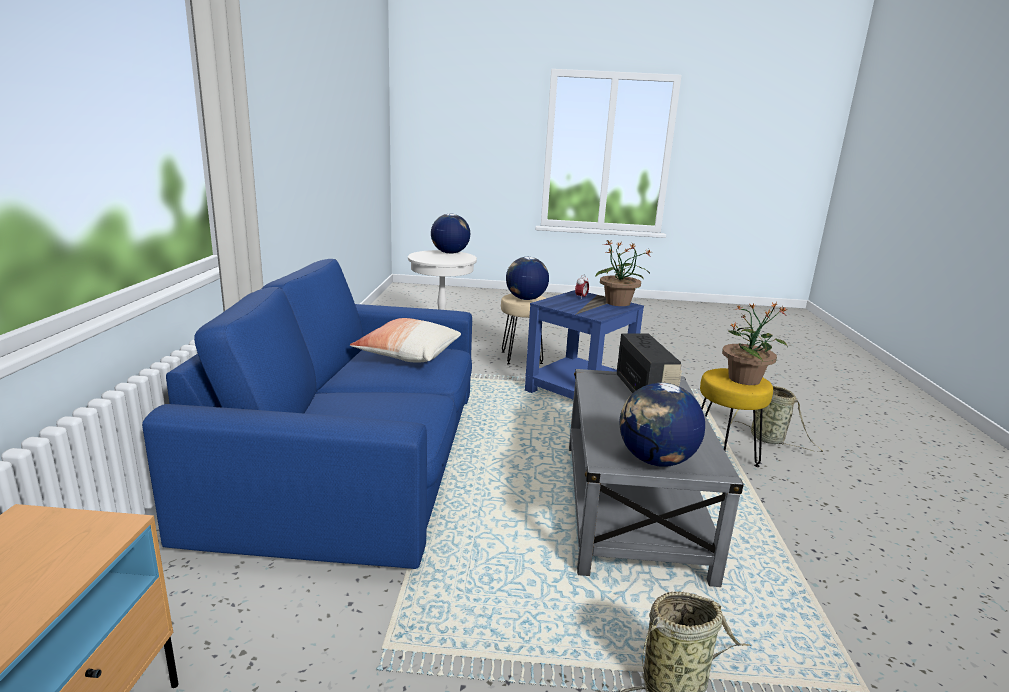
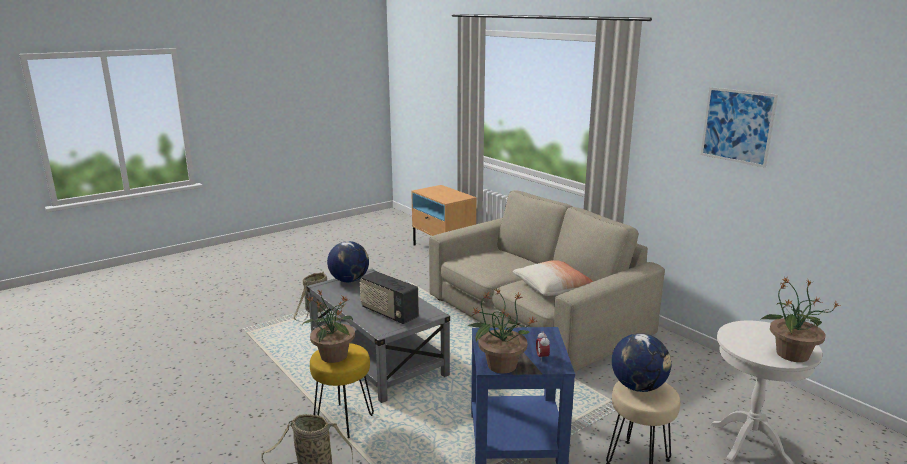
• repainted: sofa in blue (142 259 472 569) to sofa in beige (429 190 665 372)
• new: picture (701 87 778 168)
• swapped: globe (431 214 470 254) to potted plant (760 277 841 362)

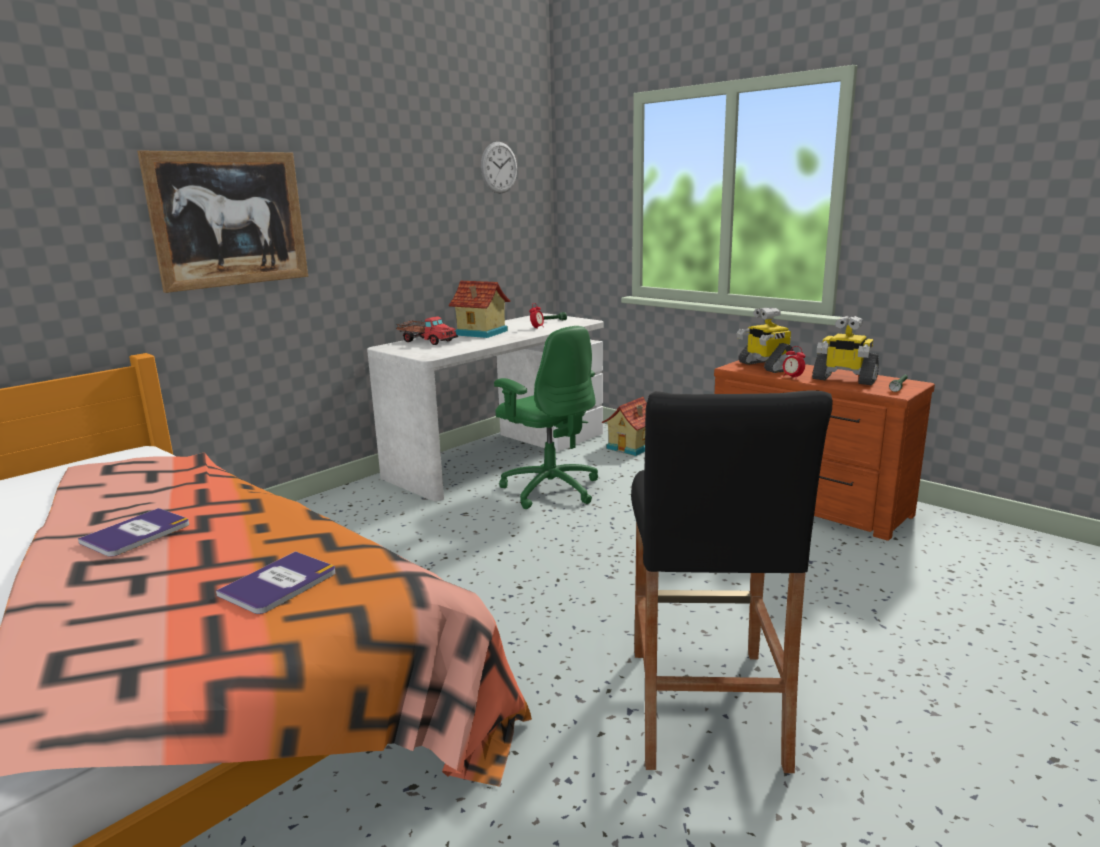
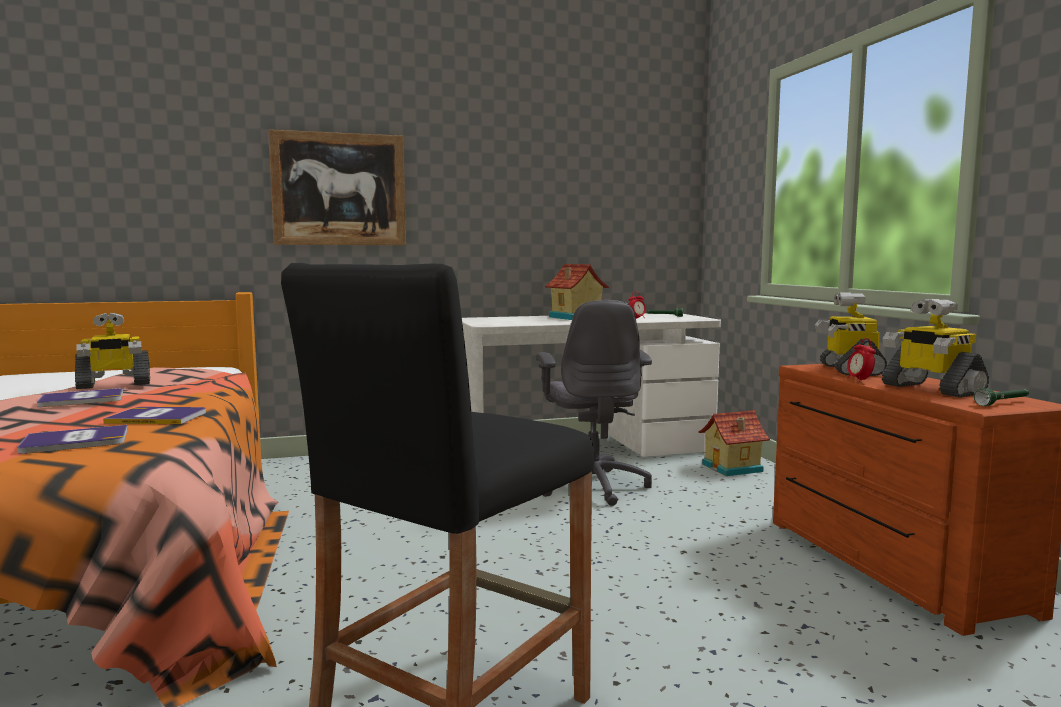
• new: toy robot (75 313 150 389)
• new: book (103 407 206 424)
• repainted: office chair in green (494 326 598 509) to office chair in grey (536 300 652 506)
• gone: toy truck (396 316 458 345)
• gone: wall clock (481 142 517 194)

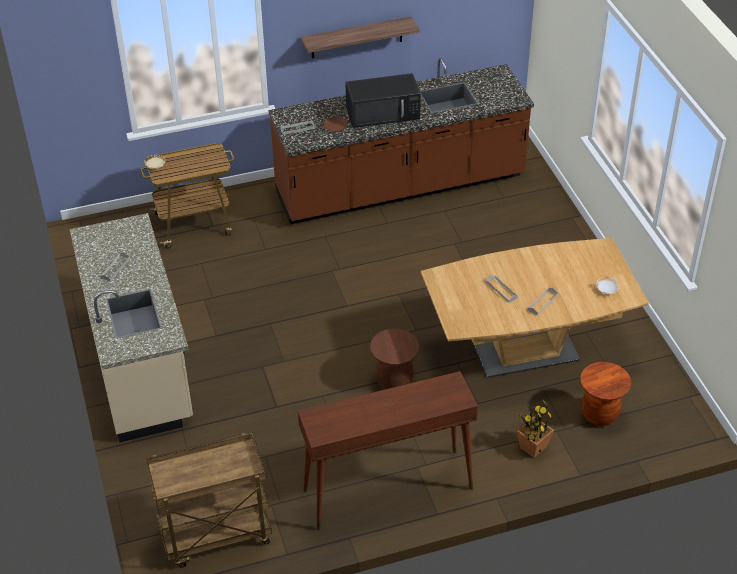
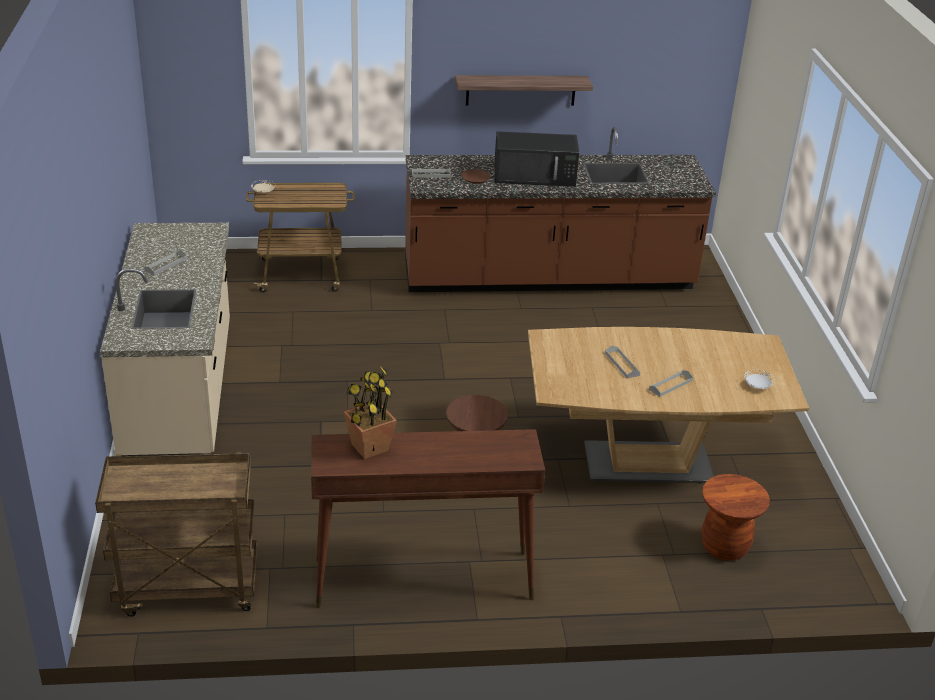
• shifted: potted plant (516 400 554 458) to (343 365 397 459)

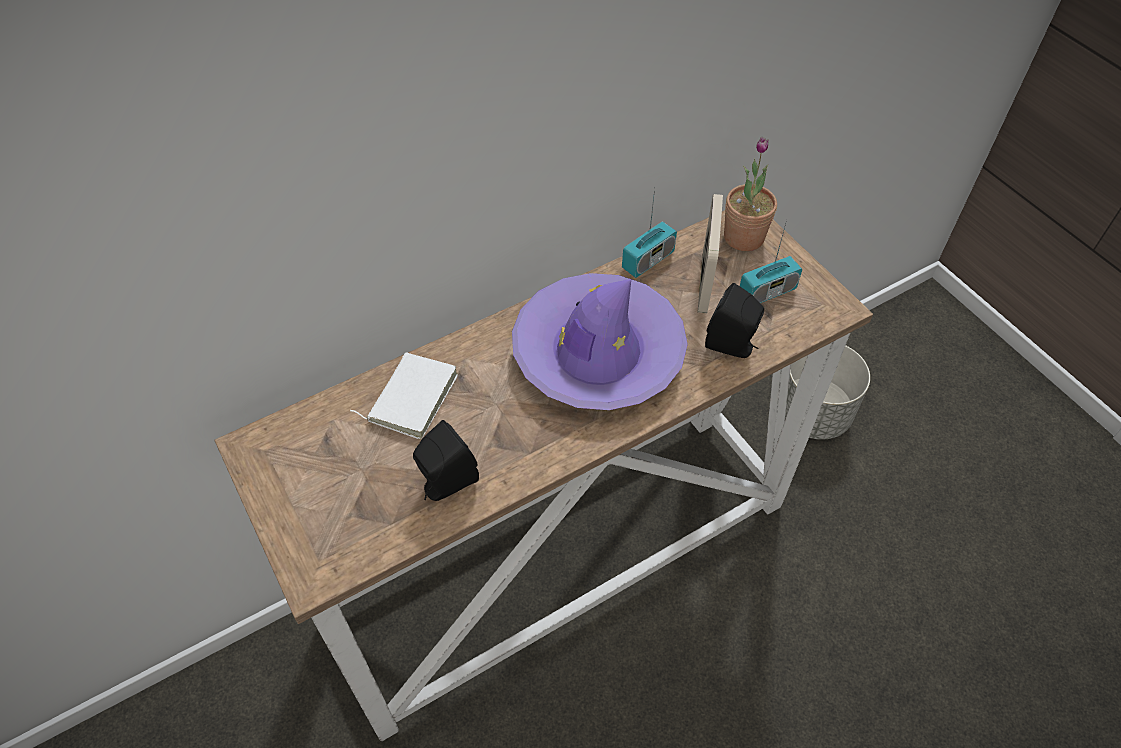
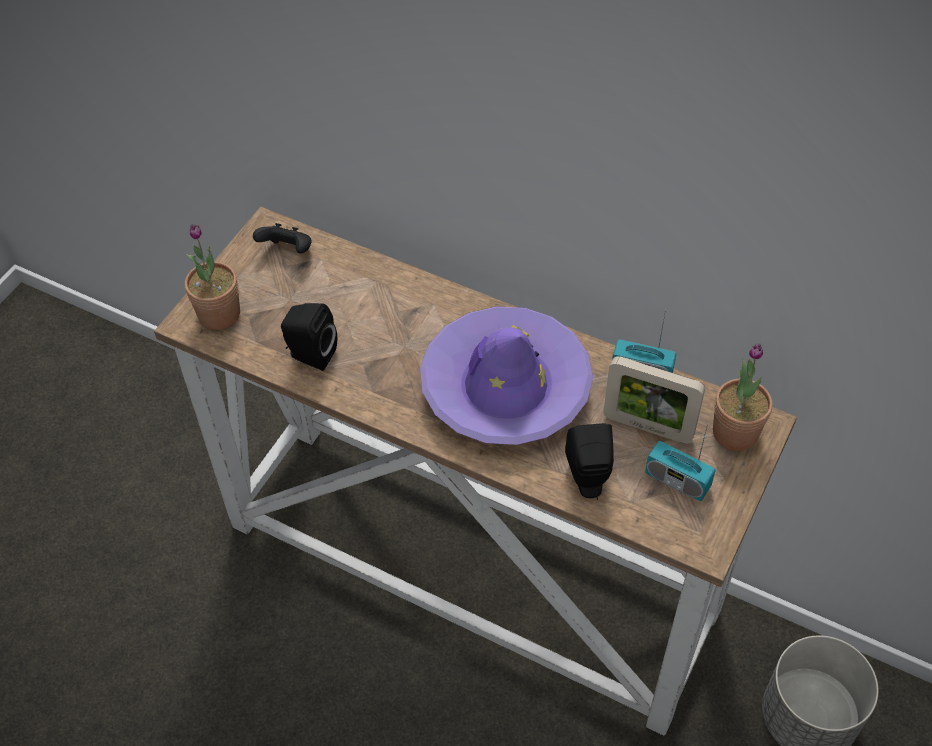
• new: potted plant (185 224 240 330)
• new: game controller in black (253 223 312 254)
• rotated: picture frame (698 194 723 313) = (603 356 705 444) 45 degrees clockwise
• gone: book in white (350 353 458 440)

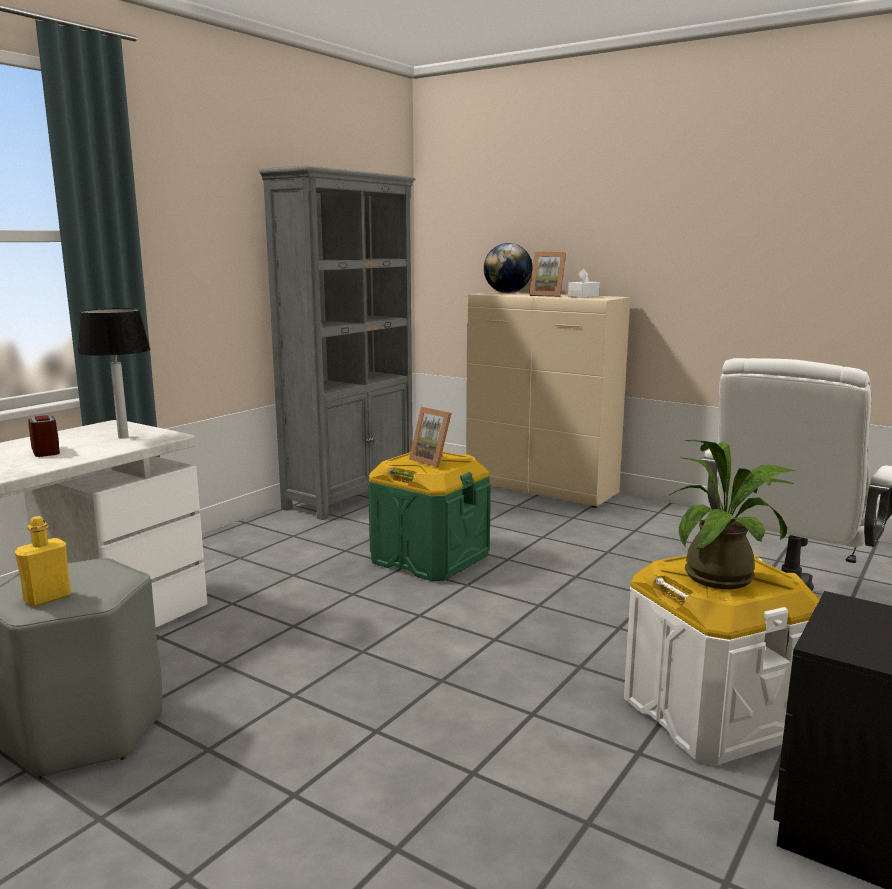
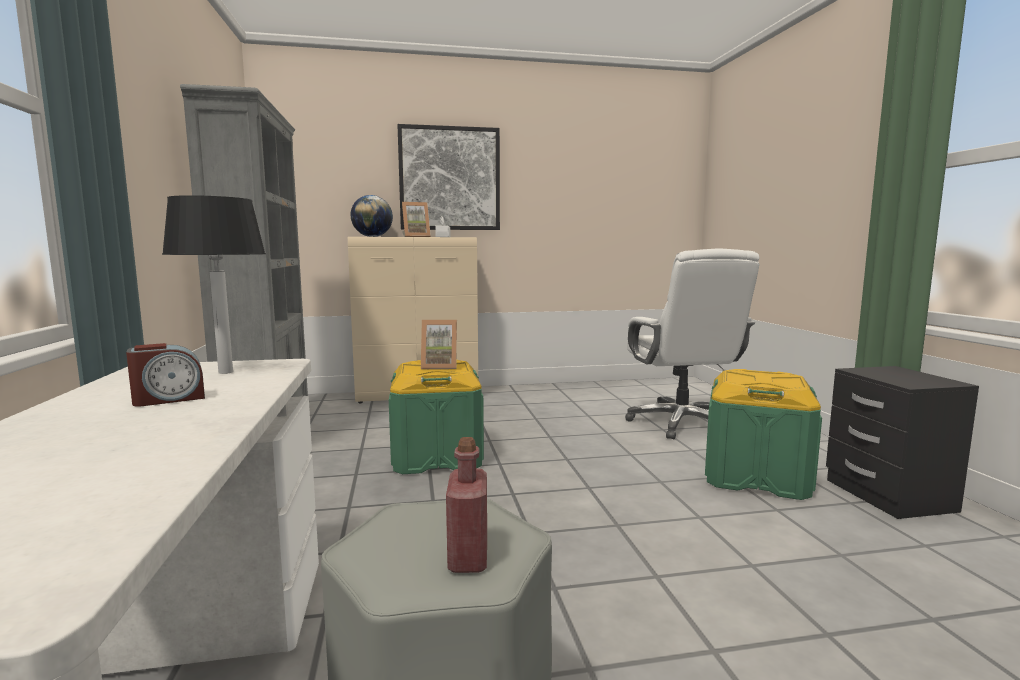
• rotated: alarm clock (28 415 60 457) = (126 343 205 407) 135 degrees clockwise
• new: picture (397 124 500 230)
• repainted: bottle in yellow (15 516 71 607) to bottle in red (446 437 487 573)
• repainted: storage box in white (624 554 820 765) to storage box in green (705 369 822 500)
• gone: potted plant (669 440 794 589)

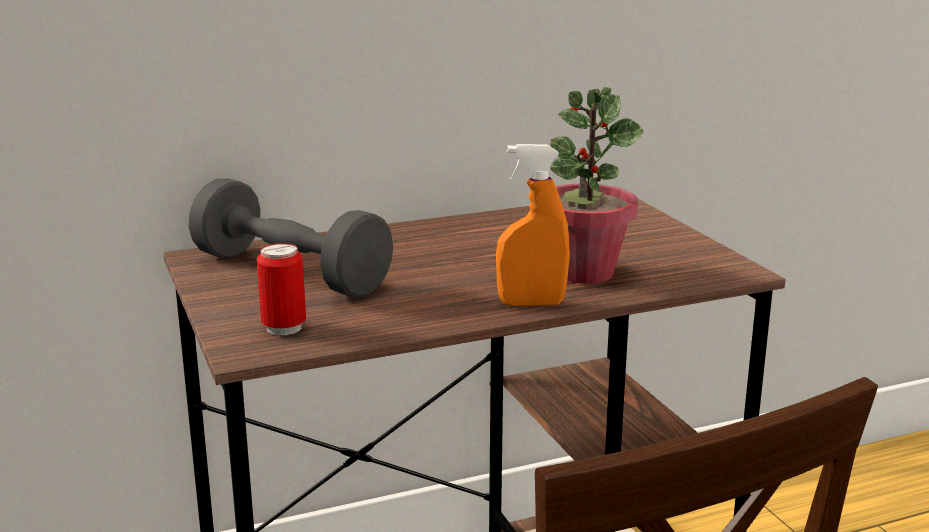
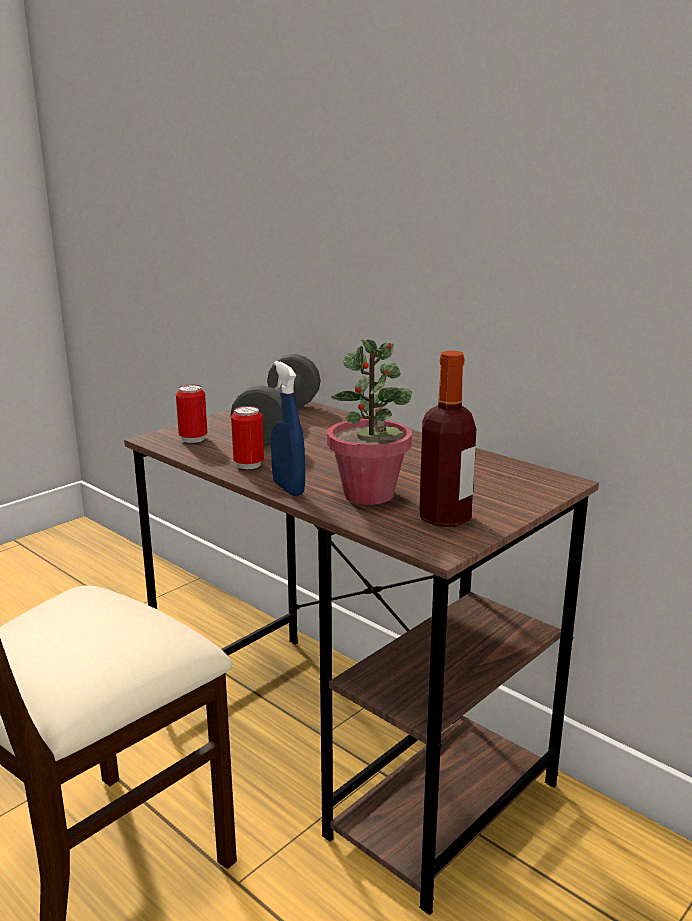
• new: can (231 406 264 469)
• repainted: spray bottle in orange (496 144 570 306) to spray bottle in blue (271 361 305 496)
• new: bottle (419 351 476 527)

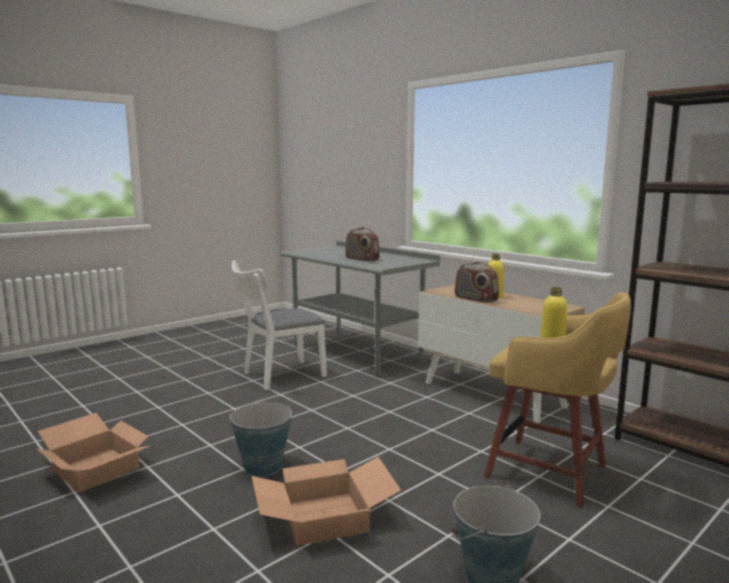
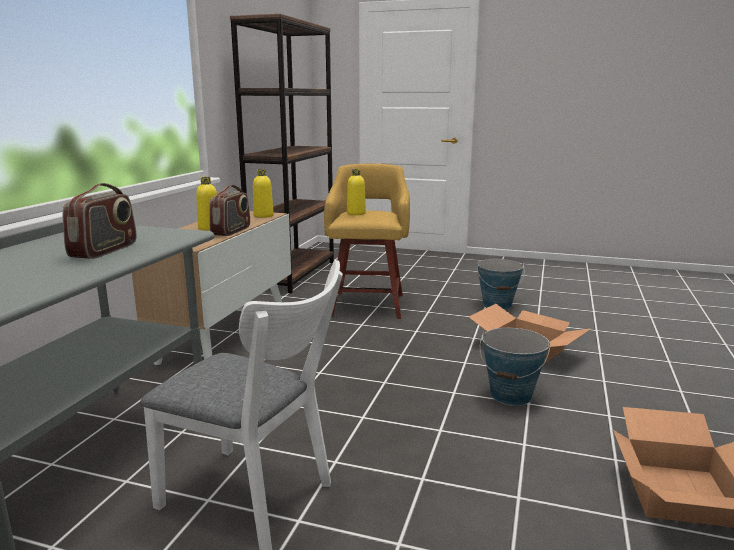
• new: bottle in yellow (253 169 274 218)

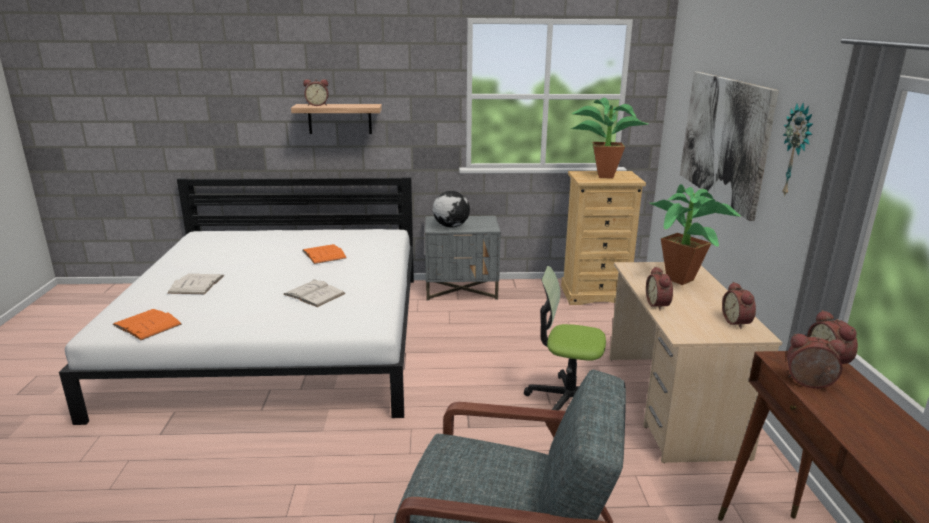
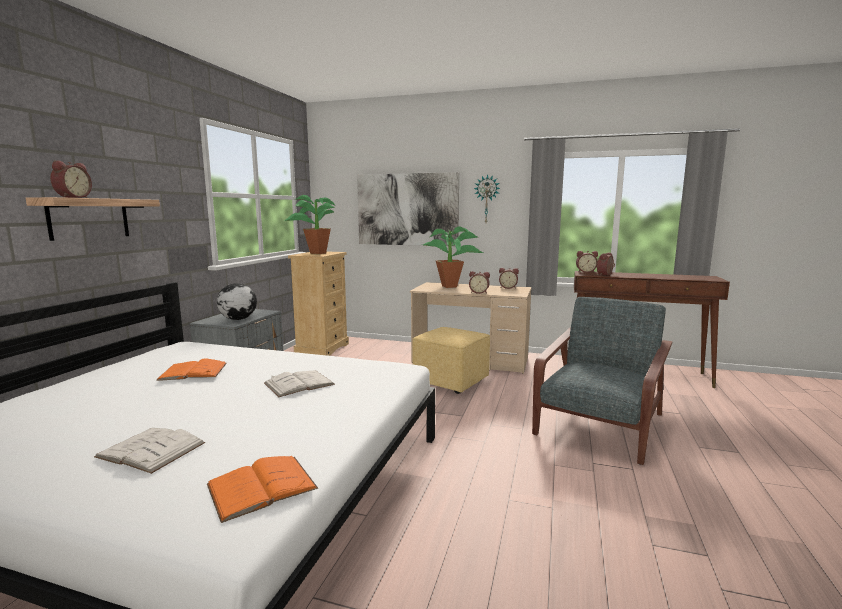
• swapped: office chair (524 266 606 410) to ottoman in yellow (412 327 490 394)

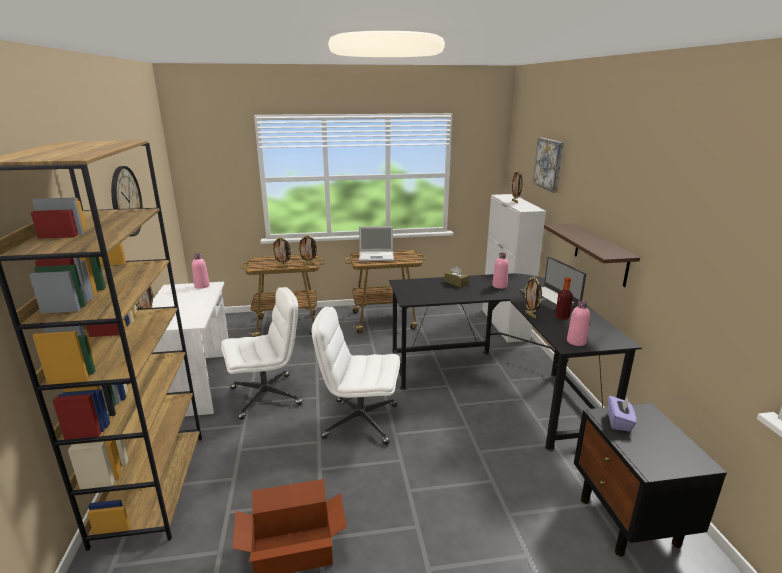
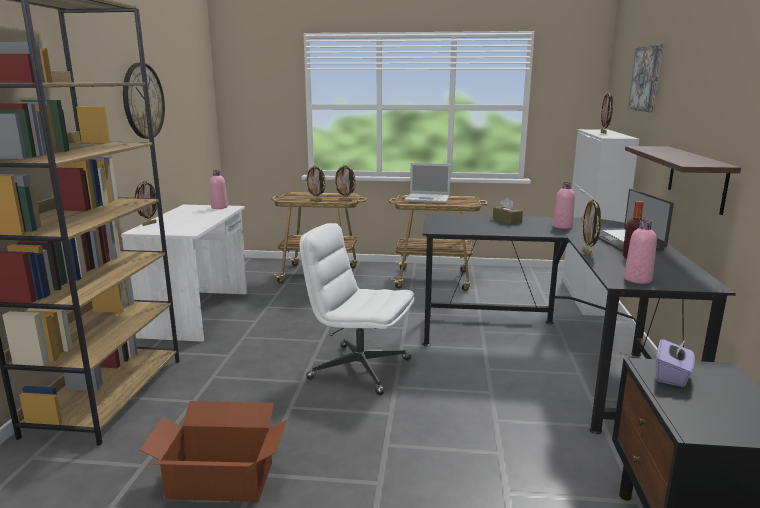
• gone: office chair in white (221 287 302 420)

